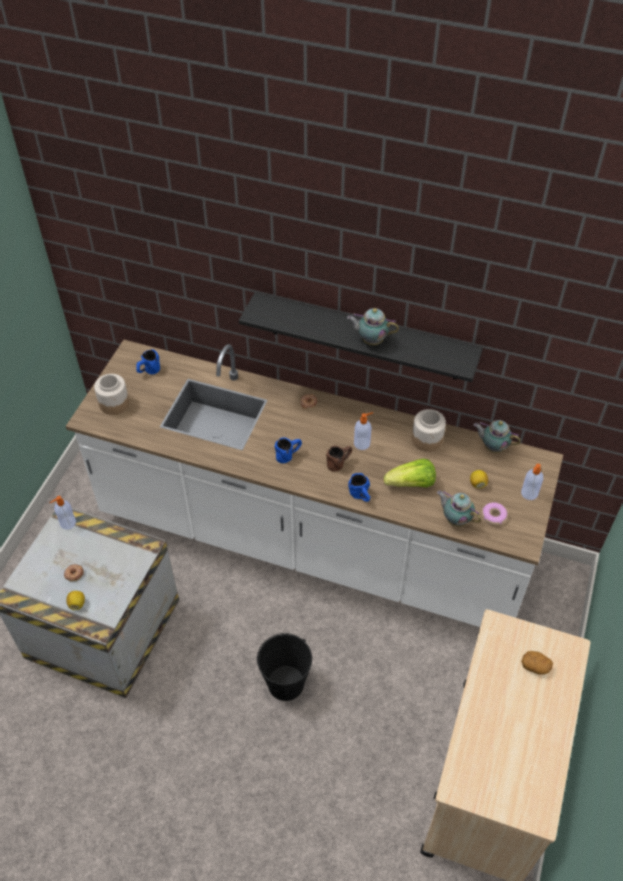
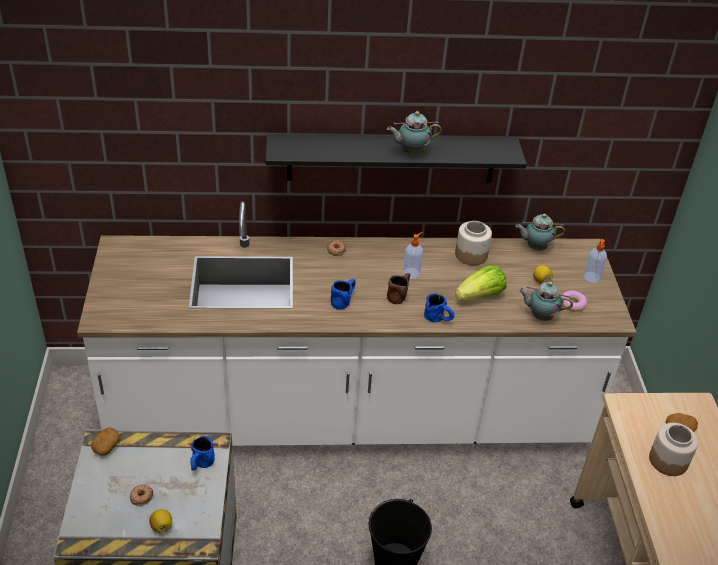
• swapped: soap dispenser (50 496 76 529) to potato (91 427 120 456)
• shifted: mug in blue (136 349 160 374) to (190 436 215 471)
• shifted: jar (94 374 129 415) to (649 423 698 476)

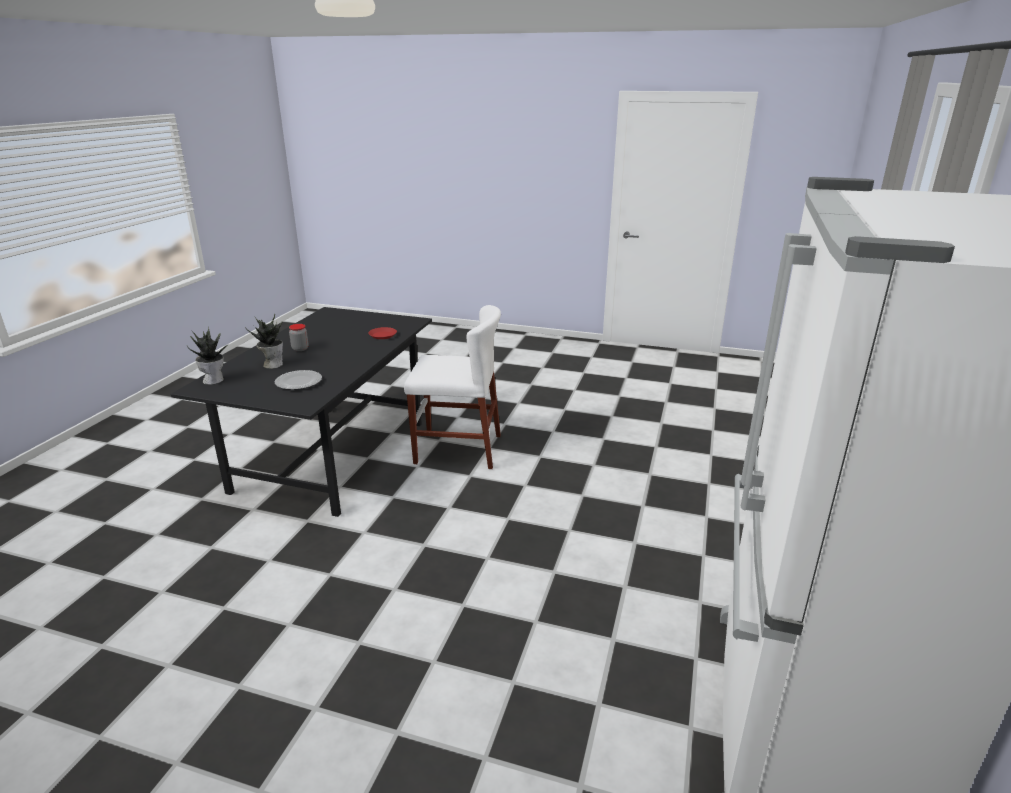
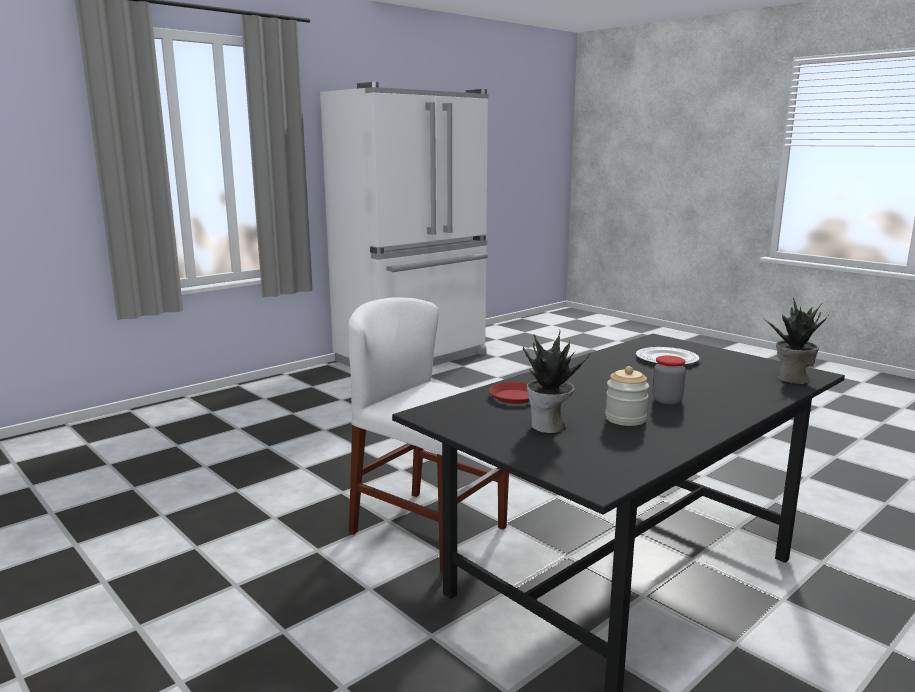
• shifted: potted plant (245 314 283 369) to (523 330 590 433)
• new: jar (605 366 649 426)

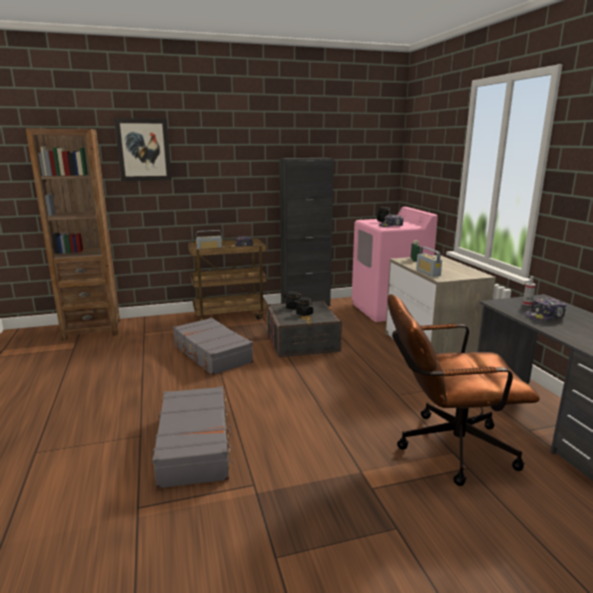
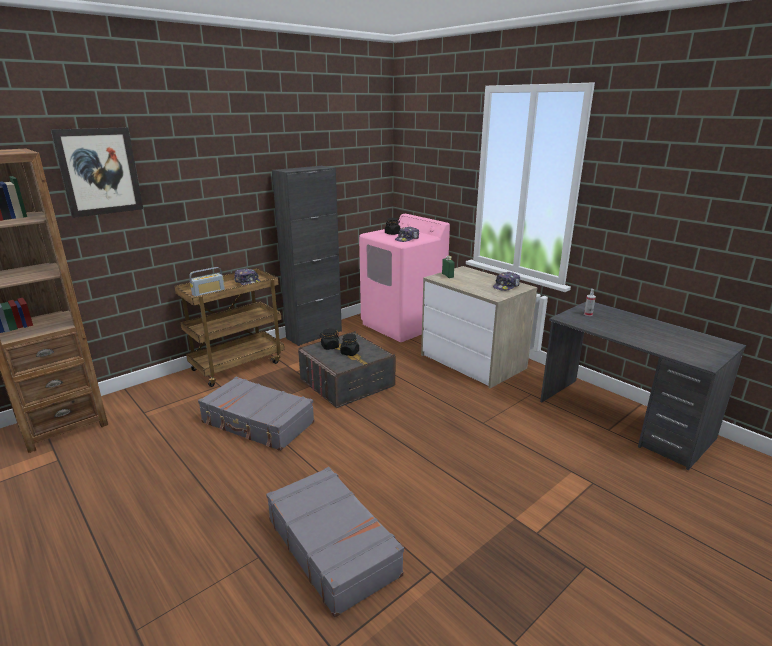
• shifted: cap (525 297 566 320) to (493 271 520 291)
• gone: office chair in brown (387 294 540 486)
• gone: radio (416 247 442 277)

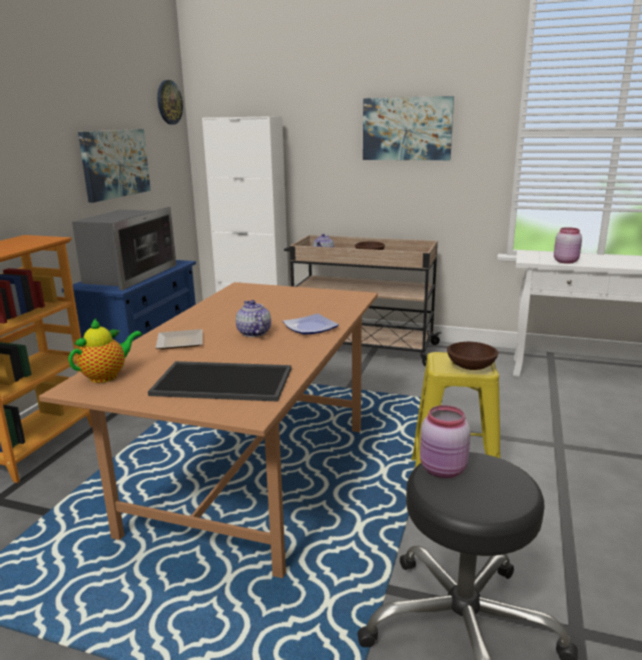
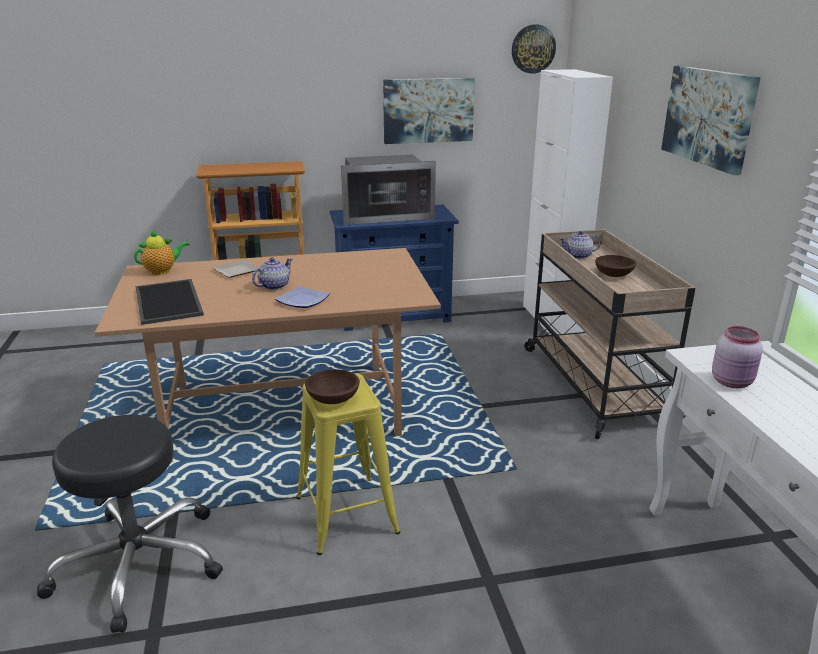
• rotated: teapot (68 319 142 383) = (134 229 189 275) 45 degrees counterclockwise
• gone: jar in pink (420 405 471 478)

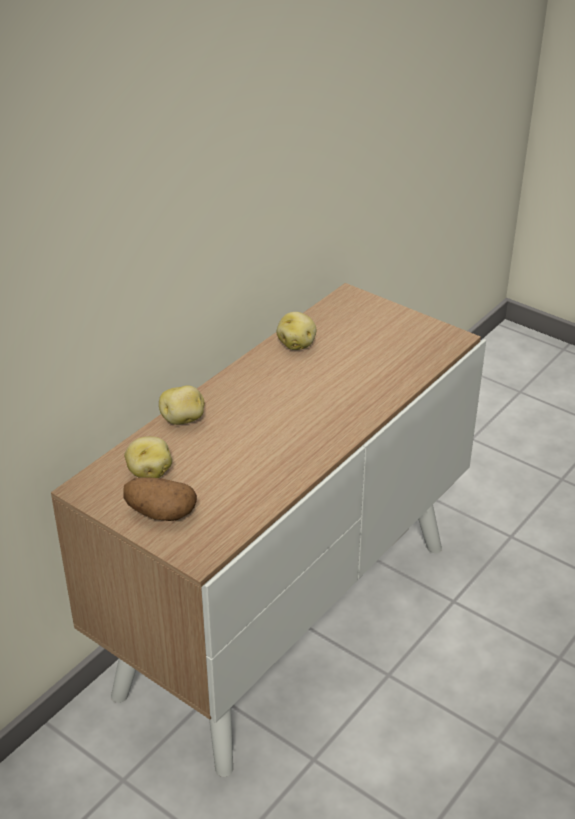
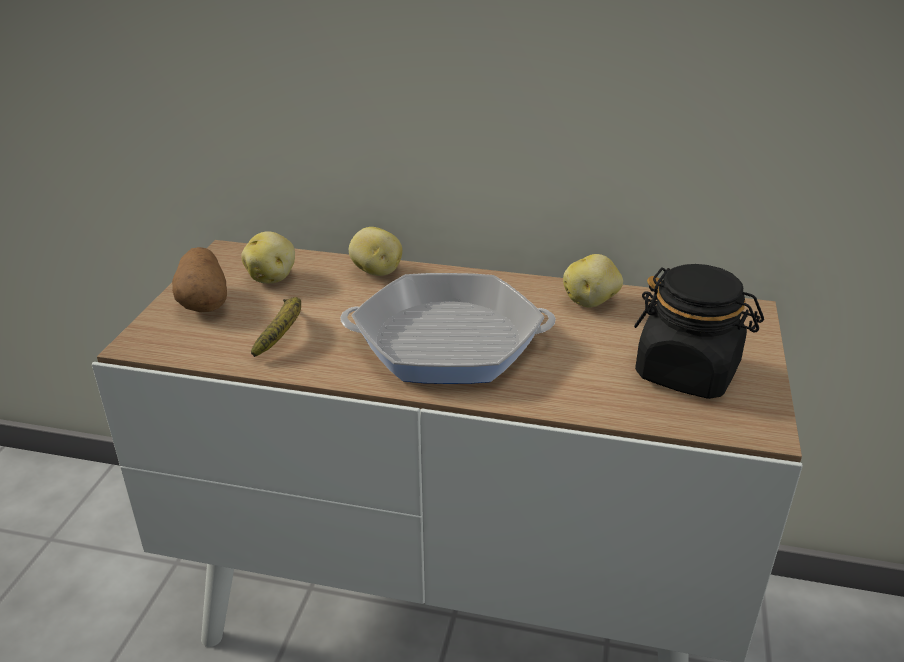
• new: banana (251 297 301 357)
• new: frying pan (340 273 556 384)
• new: jar in black (634 264 764 399)

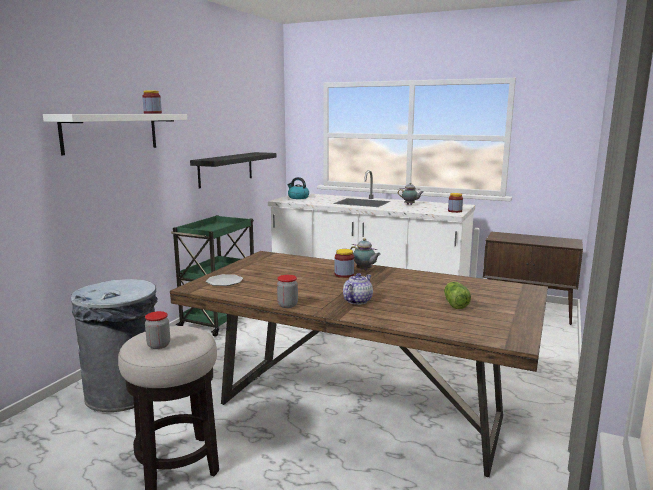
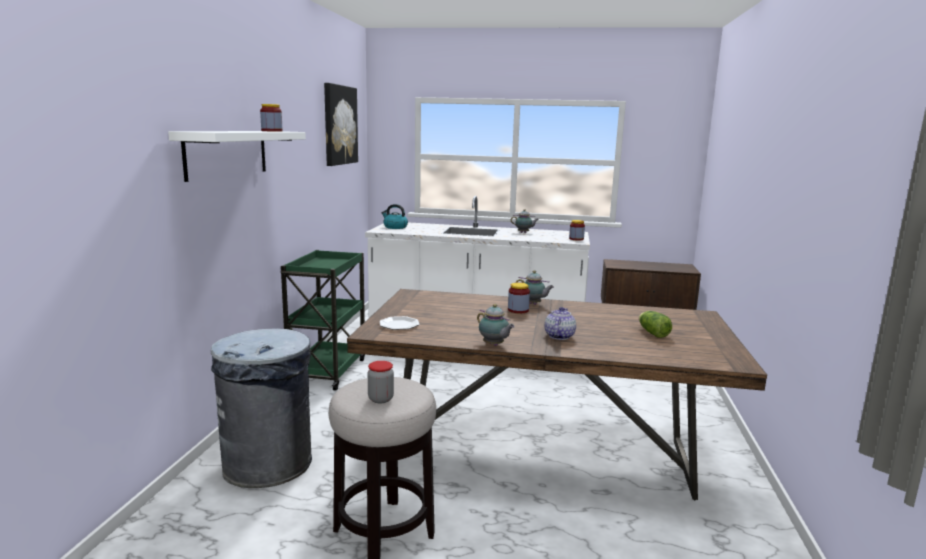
• new: picture (324 83 358 166)
• swapped: jar (277 275 298 308) to teapot (477 304 515 346)
• gone: shelf in black (190 152 276 189)

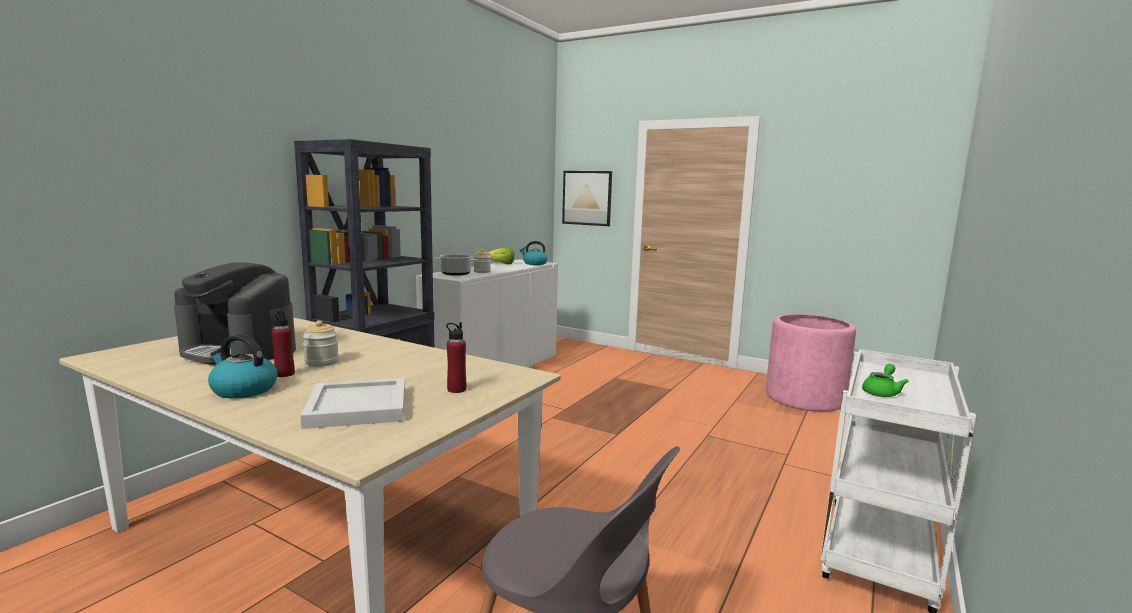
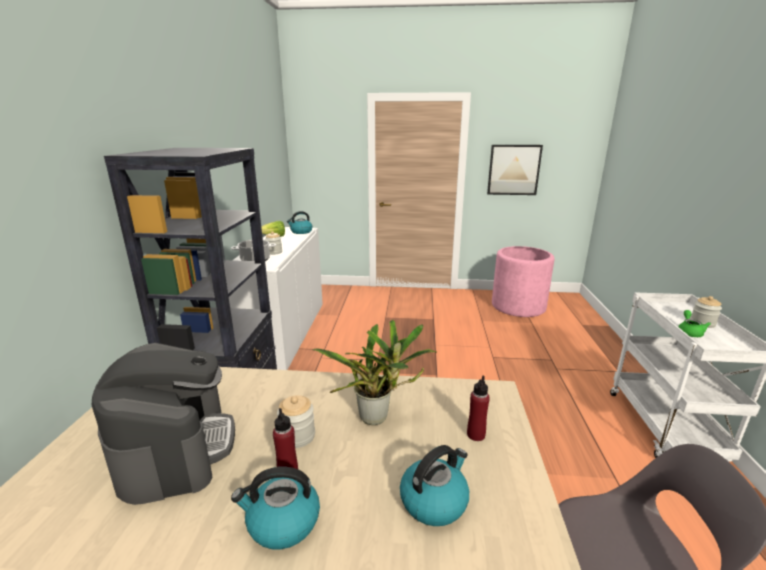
• rotated: coffee machine (174 262 296 365) = (92 343 235 505) 105 degrees counterclockwise
• new: potted plant (312 320 437 425)
• swapped: tray in white (301 378 405 429) to kettle (400 445 469 526)
• shifted: picture (562 171 612 226) to (487 145 543 195)
• new: jar (690 296 722 328)

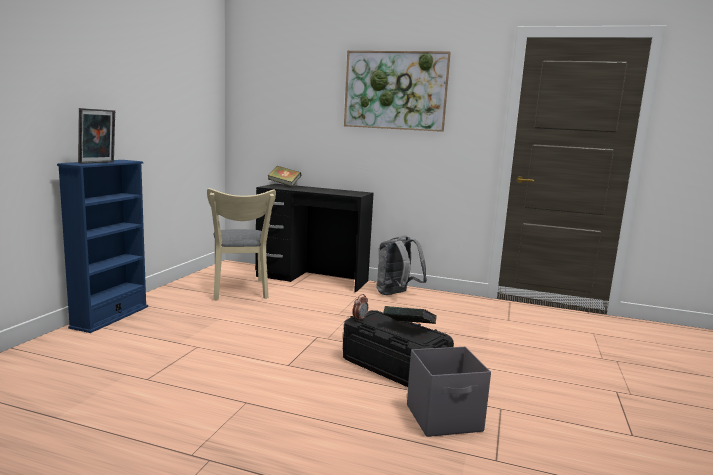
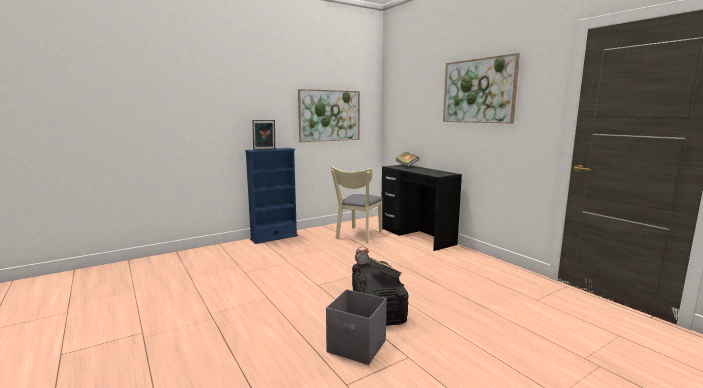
• new: picture (298 89 360 142)
• gone: backpack in grey (376 235 427 295)

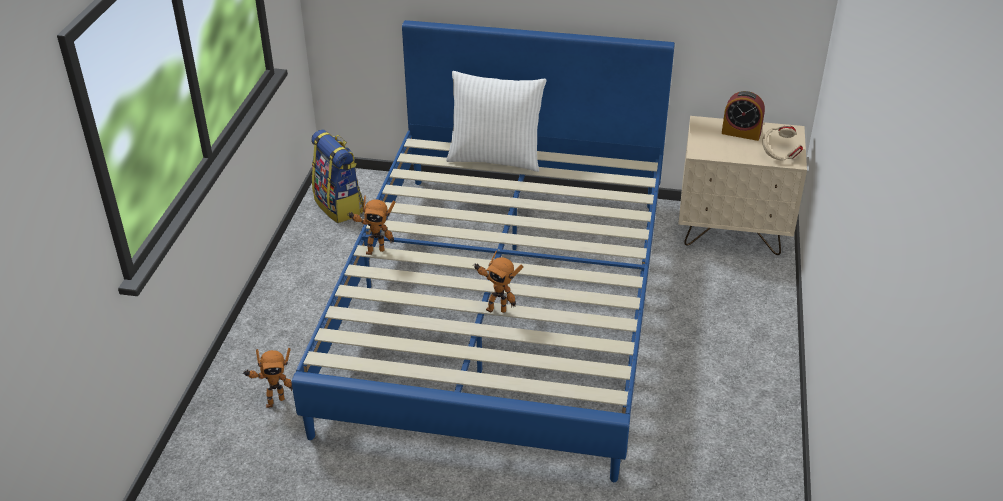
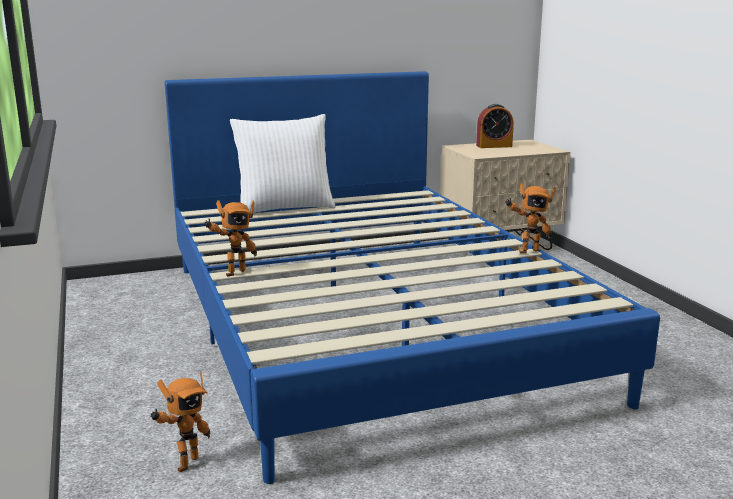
• shifted: toy robot (473 251 523 313) to (505 183 556 253)
• gone: backpack (311 130 364 223)
• gone: headphones in beige (762 125 803 160)

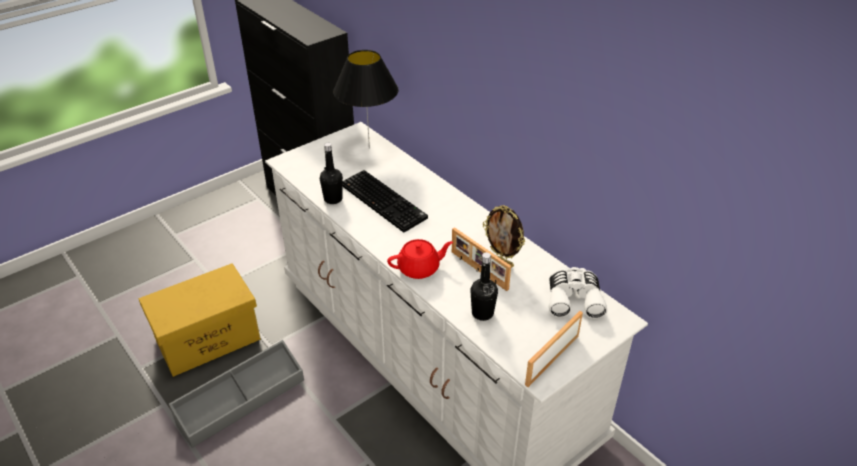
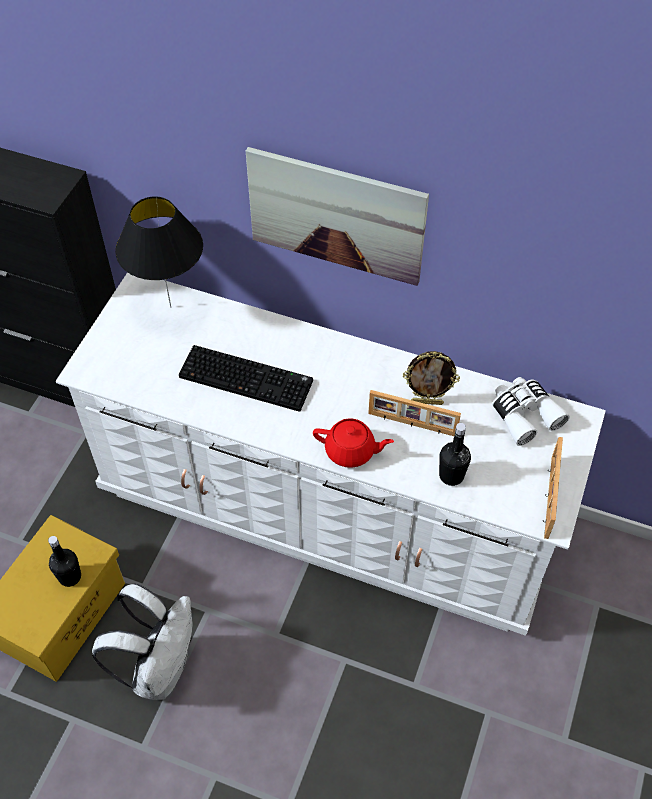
• shifted: bottle in black (320 143 343 204) to (48 536 81 587)
• swapped: storage box in grey (169 340 304 448) to backpack in white (92 583 193 700)
• new: picture (246 147 429 286)
• rotated: teapot in red (387 239 453 279) = (313 418 394 468) 60 degrees clockwise

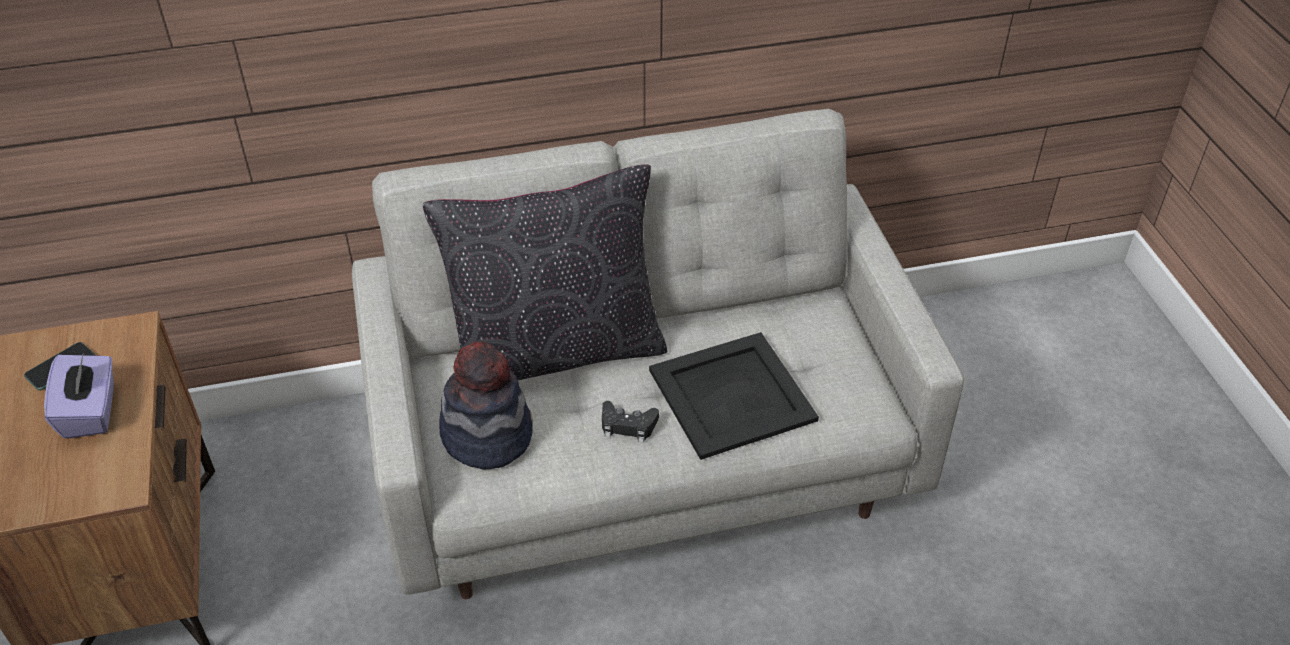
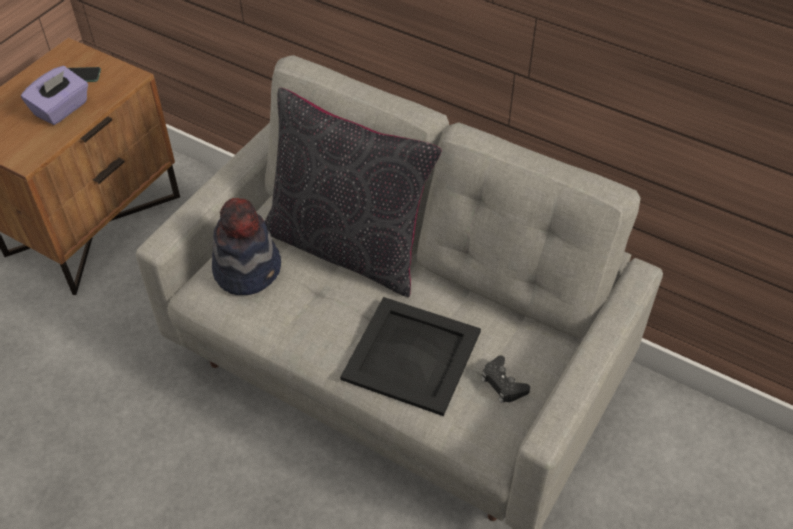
• shifted: game controller in black (602 401 659 442) to (481 355 530 403)

